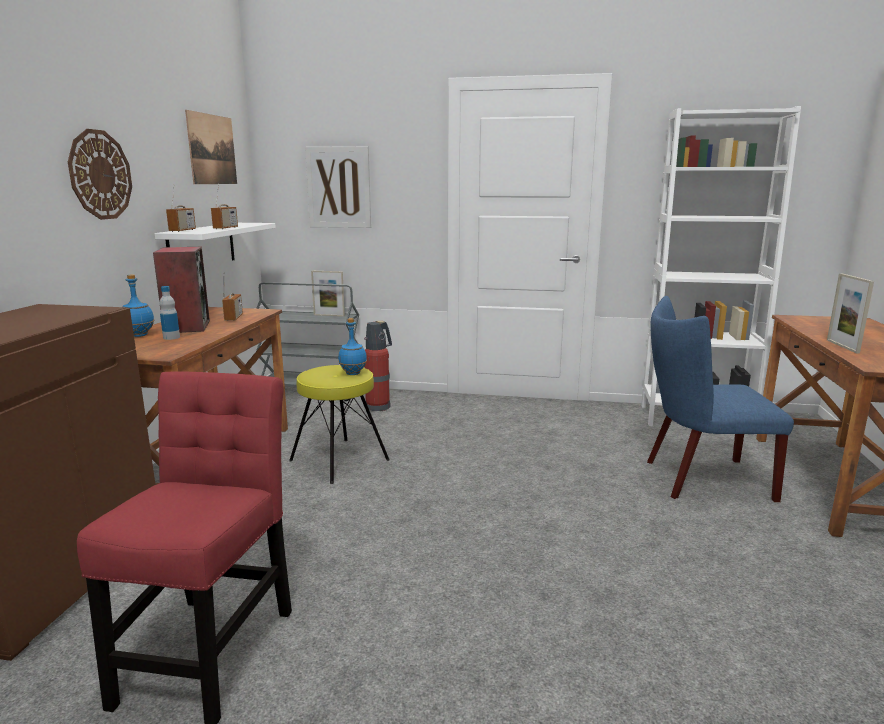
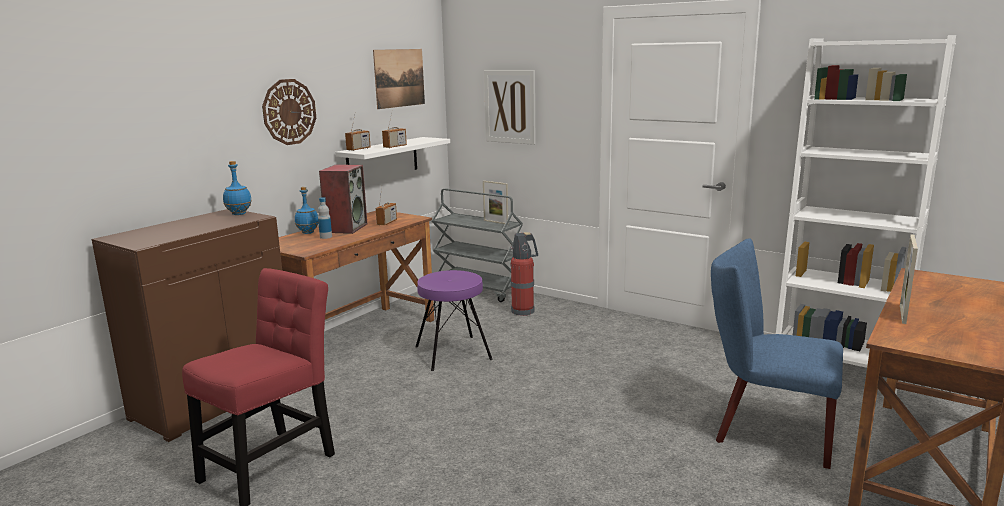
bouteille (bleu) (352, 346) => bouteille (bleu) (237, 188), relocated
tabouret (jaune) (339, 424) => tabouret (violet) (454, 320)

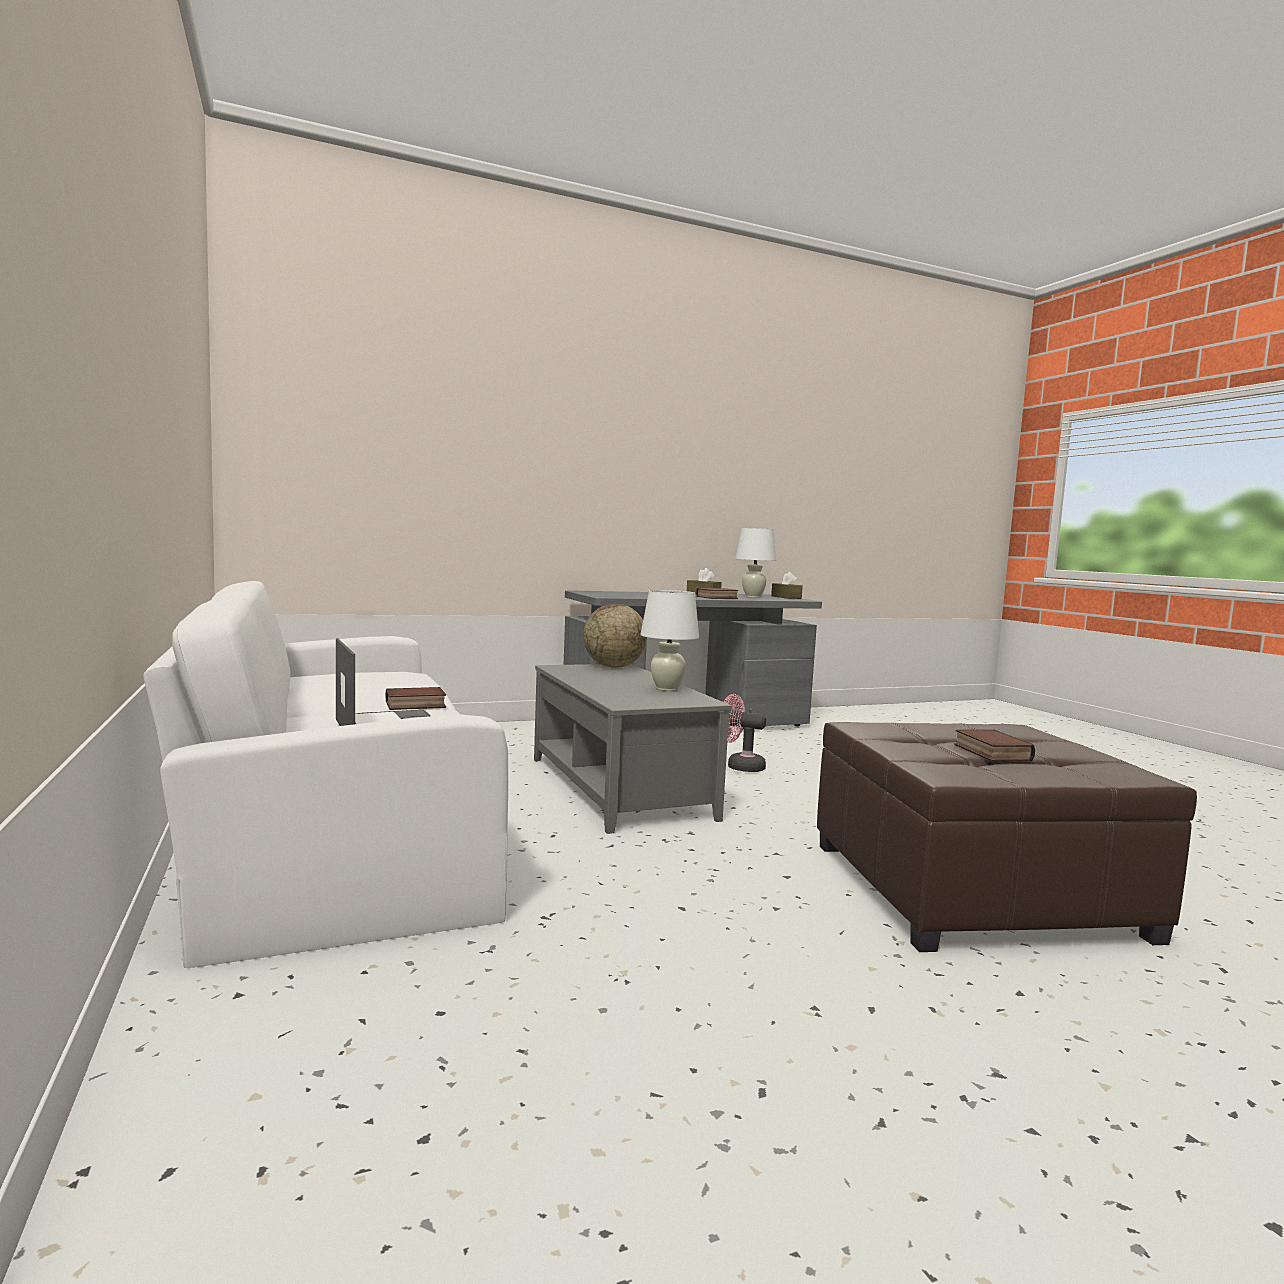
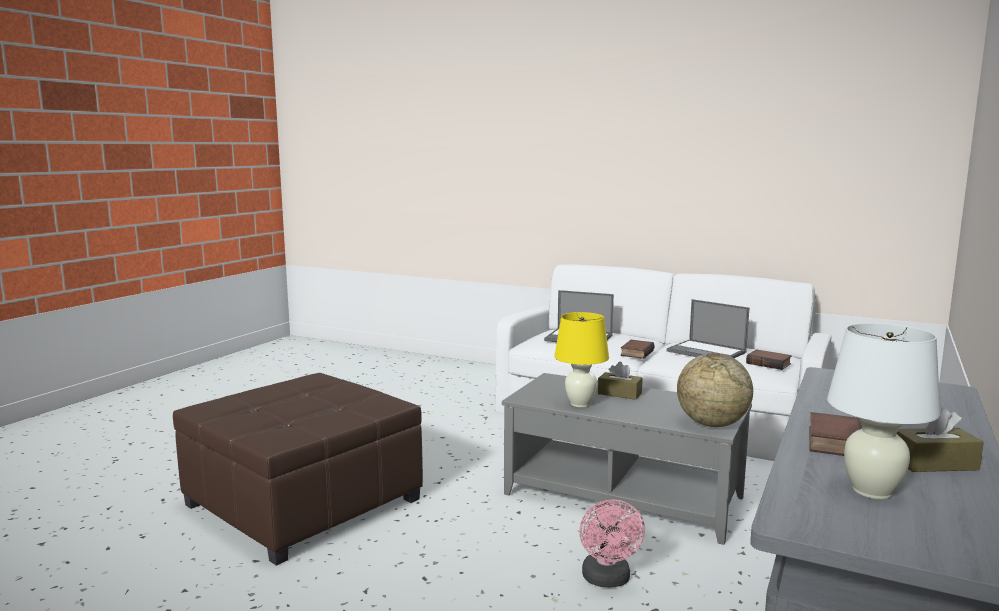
lampe de table (blanc) (669, 640) => lampe de table (jaune) (581, 359)
ventilateur (rose) (745, 733) => ventilateur (rose) (612, 543), 105 degrees clockwise
boîte à mouchoirs (marron) (787, 585) => boîte à mouchoirs (marron) (620, 381), relocated
nothing => ordinateur portable (708, 328)
livre (994, 746) => livre (769, 359), relocated

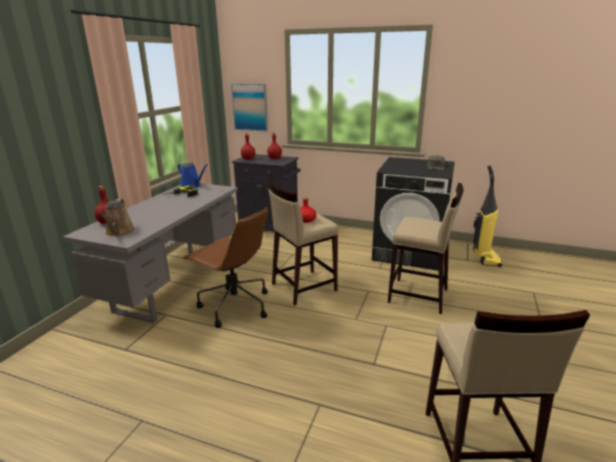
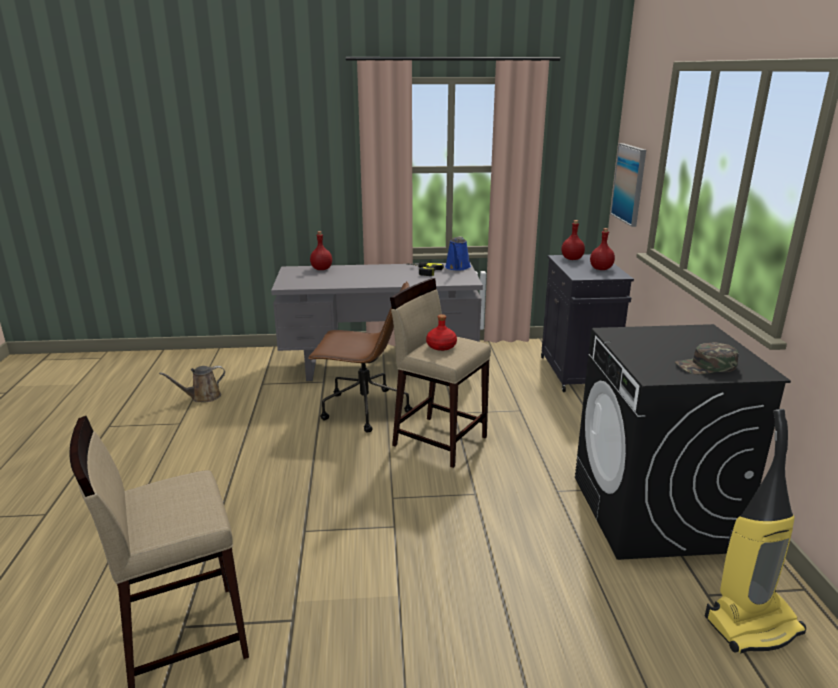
arrosoir (marron) (116, 217) => arrosoir (marron) (192, 384), relocated
chaise de bureau (marron) (225, 267) => chaise de bureau (marron) (360, 357), 90 degrees counterclockwise
tabouret (beige) (425, 248) => nothing

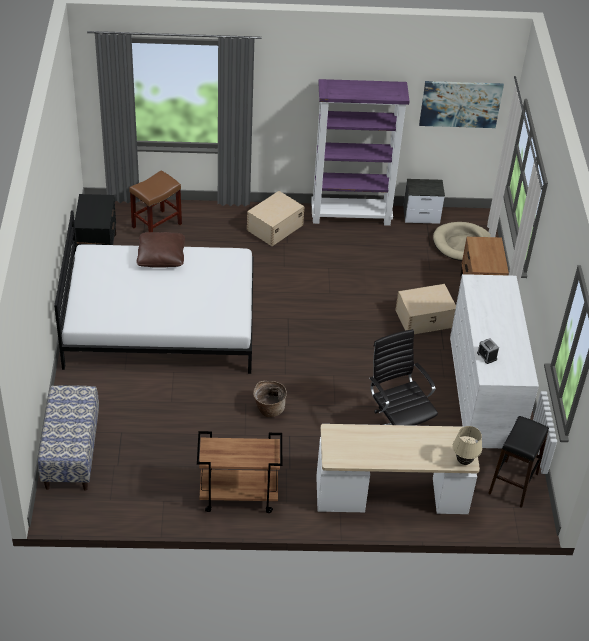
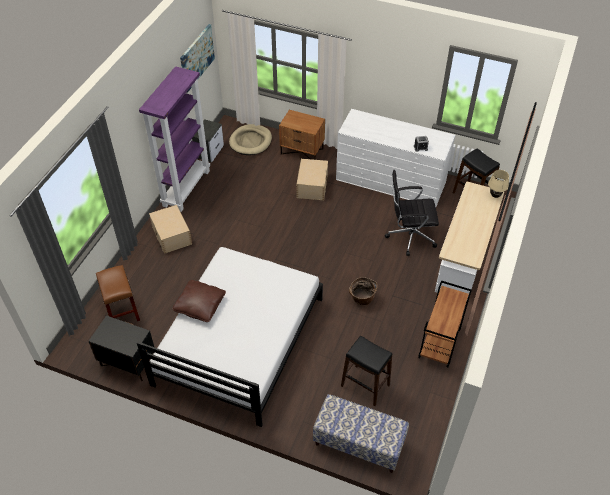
nothing => tabouret (noir) (366, 371)

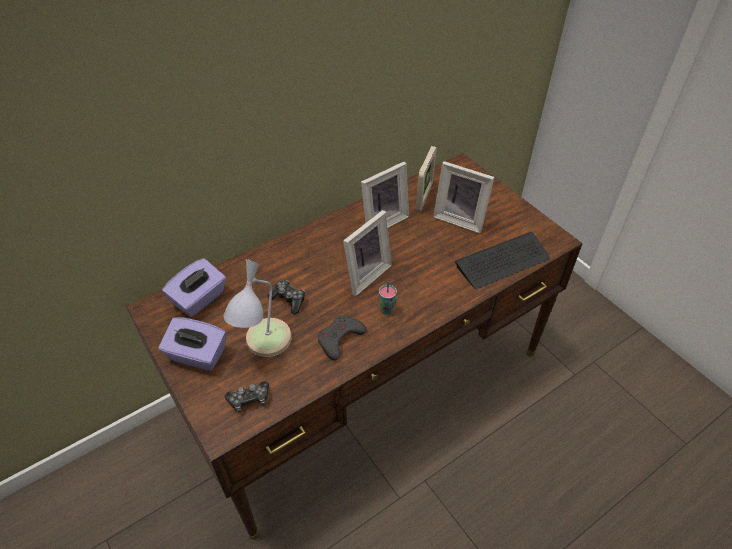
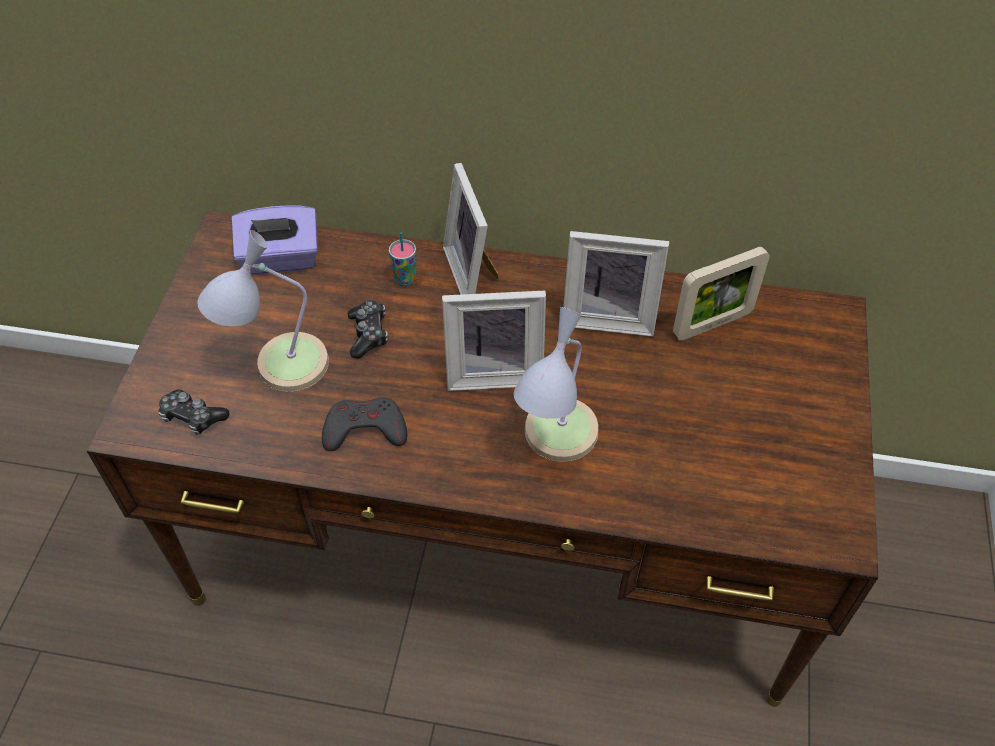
tasse (388, 297) => tasse (402, 259), relocated
cadre photo (463, 197) => cadre photo (470, 229), relocated
nothing => lampe de table (556, 384)
boîte à mouchoirs (violet) (192, 344) => nothing
clavier (502, 260) => nothing

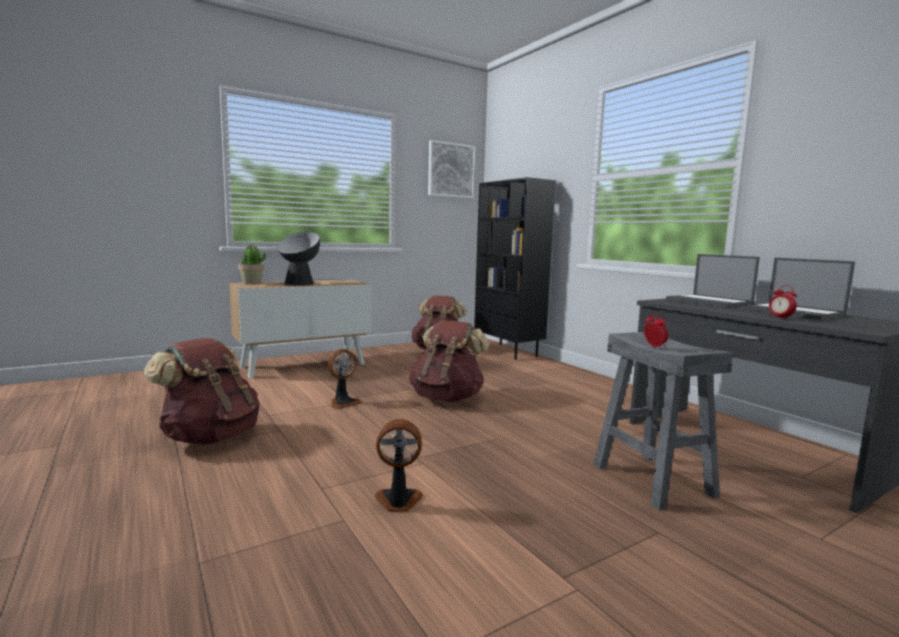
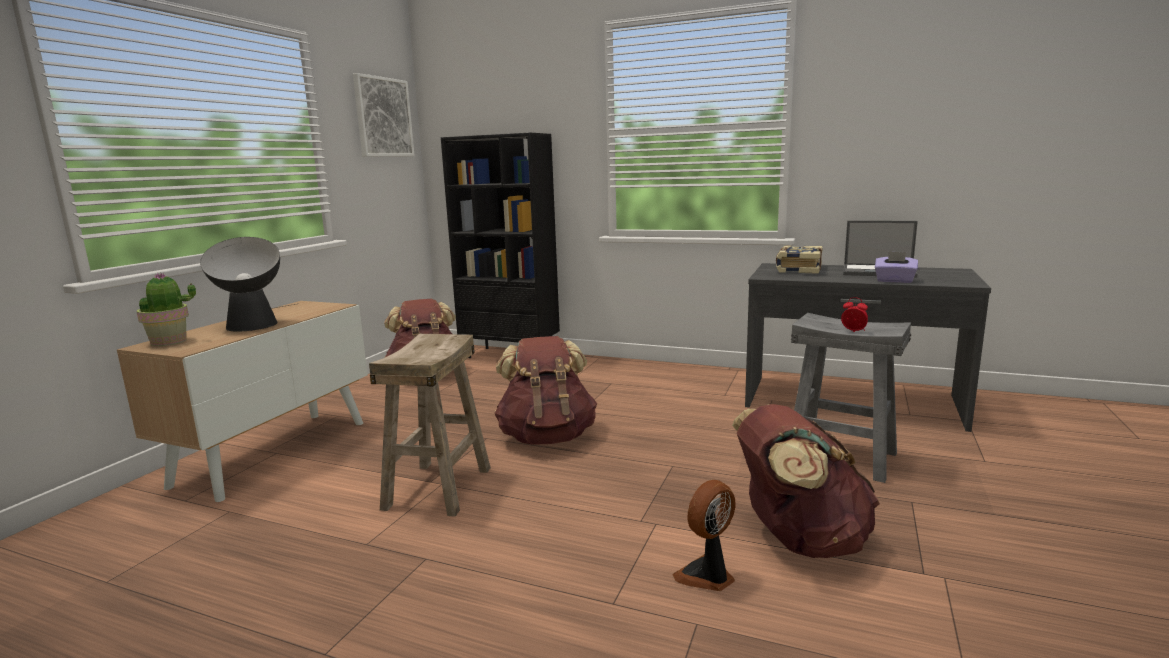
ventilateur (345, 379) => tabouret (beige) (430, 425)
sac à dos (marron) (202, 391) => sac à dos (marron) (806, 481), relocated
ordinateur portable (713, 281) => livre (799, 259)
réveil (783, 302) => boîte à mouchoirs (violet) (896, 267)

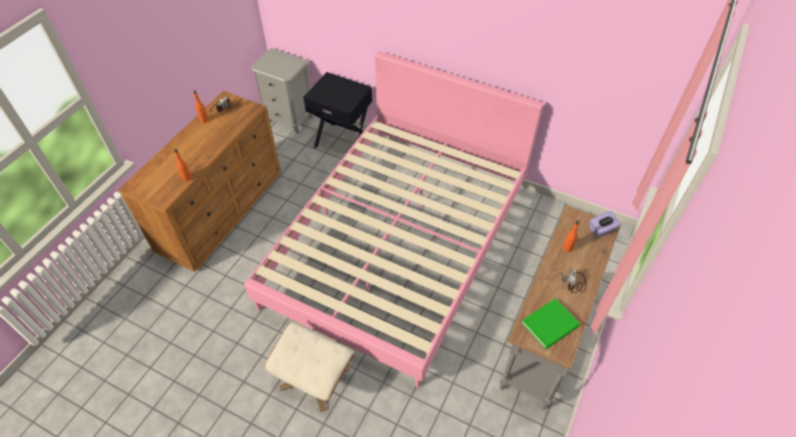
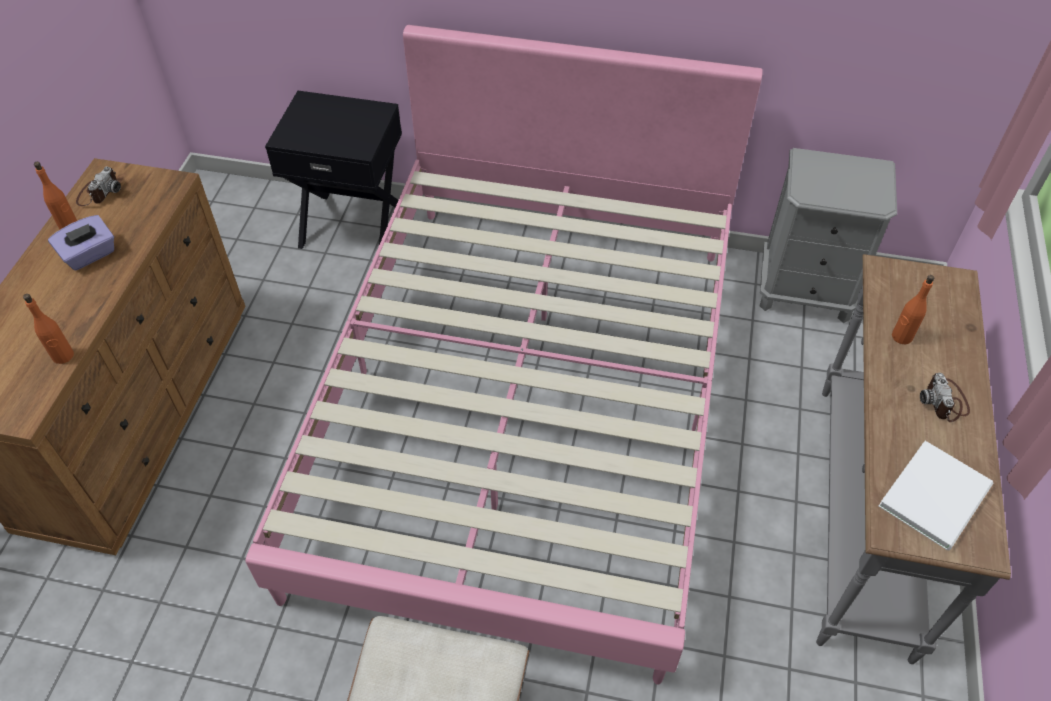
boîte à mouchoirs (violet) (605, 224) => boîte à mouchoirs (violet) (81, 243), relocated
table de chevet (gris) (282, 91) => table de chevet (gris) (828, 235), relocated
livre (vert) (550, 323) => livre (blanc) (936, 495)

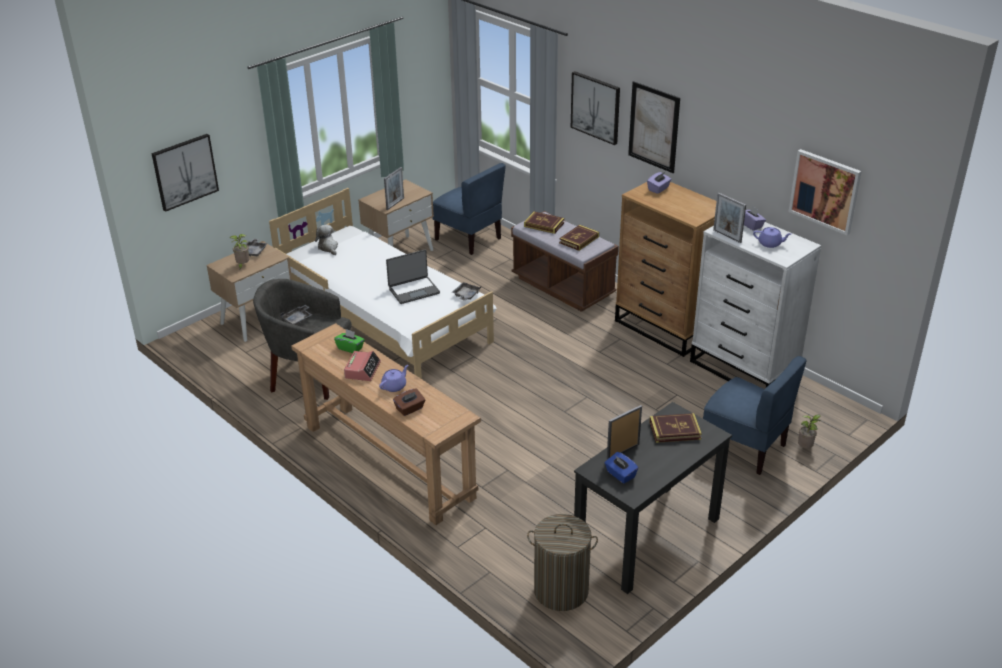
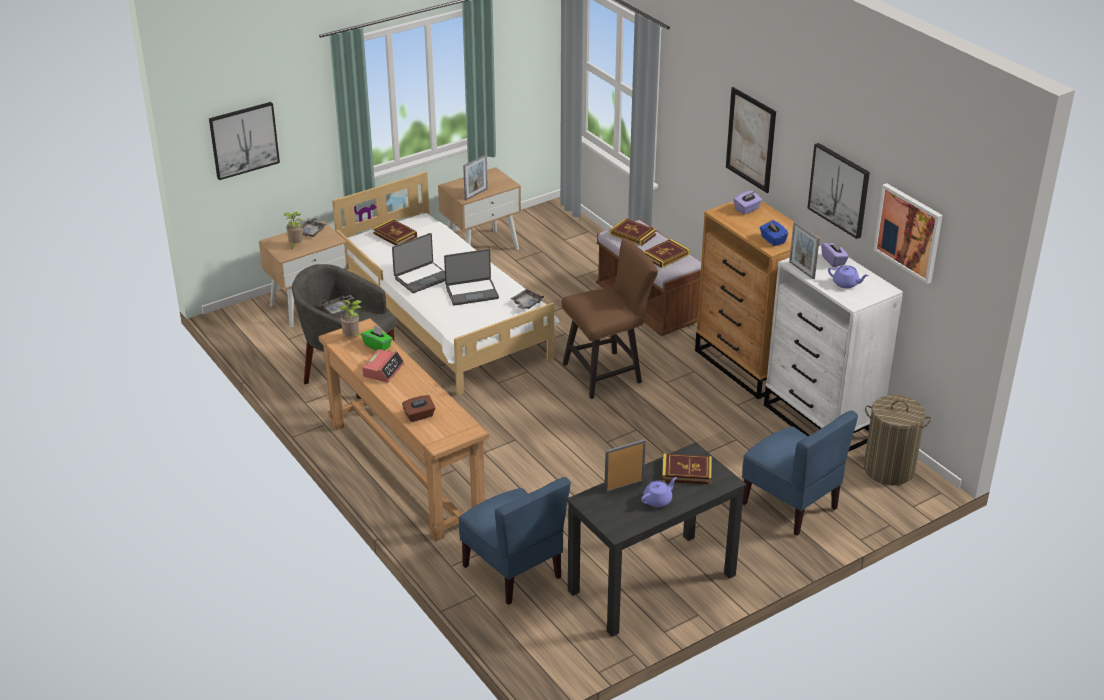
plante en pot (809, 431) => plante en pot (351, 318), relocated
peluche (326, 240) => livre (395, 232)
nothing => ordinateur portable (418, 263)
chaise (bleu) (469, 209) => chaise (bleu) (515, 541), relocated
nothing => chaise (marron) (610, 318)
théière (violet) (393, 378) => théière (violet) (659, 492), relocated
boîte à mouchoirs (bleu) (621, 468) => boîte à mouchoirs (bleu) (774, 233), relocated
tableau (595, 108) => tableau (838, 191), relocated
panier à linge (562, 562) => panier à linge (897, 440), relocated

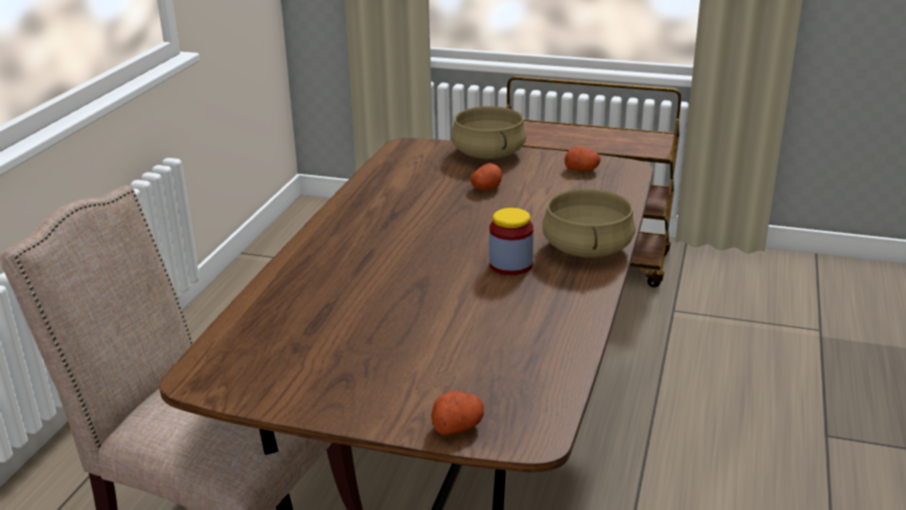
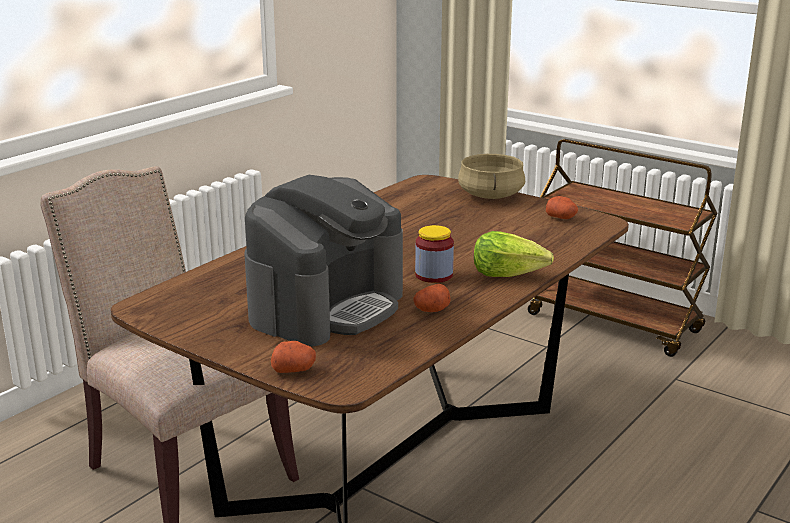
nothing => machine à café (323, 261)
pomme de terre (486, 176) => pomme de terre (432, 298), relocated
marmite (beige) (589, 223) => laitue (514, 254)

